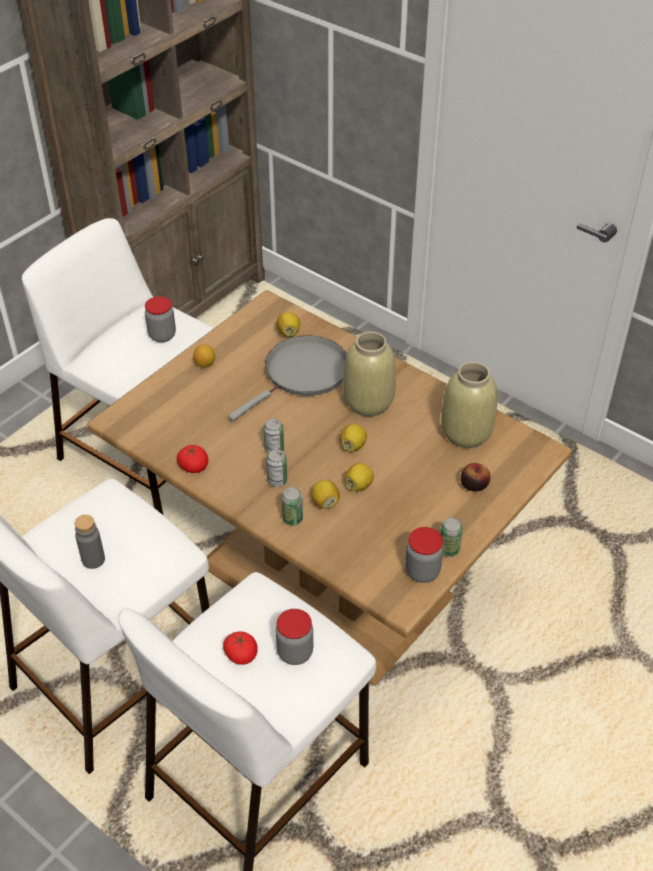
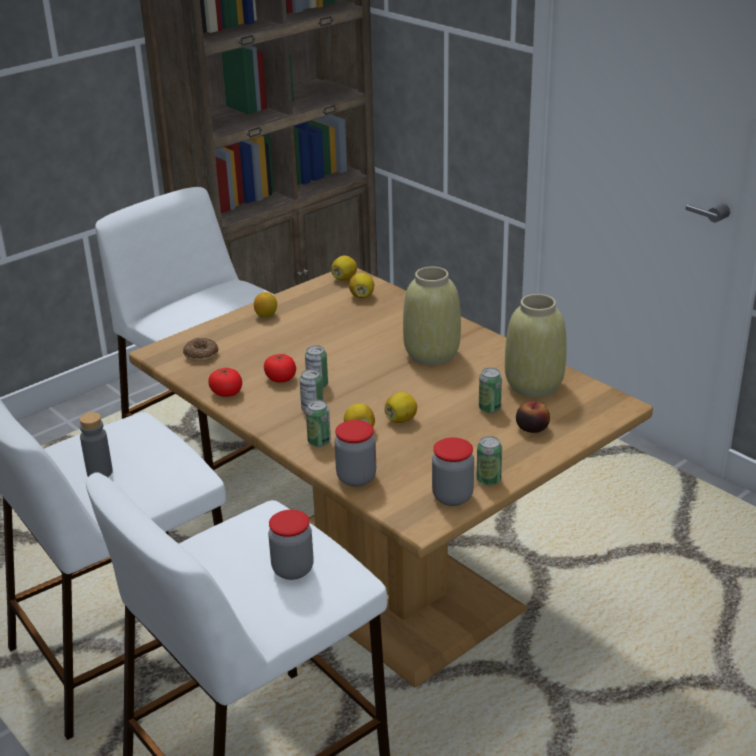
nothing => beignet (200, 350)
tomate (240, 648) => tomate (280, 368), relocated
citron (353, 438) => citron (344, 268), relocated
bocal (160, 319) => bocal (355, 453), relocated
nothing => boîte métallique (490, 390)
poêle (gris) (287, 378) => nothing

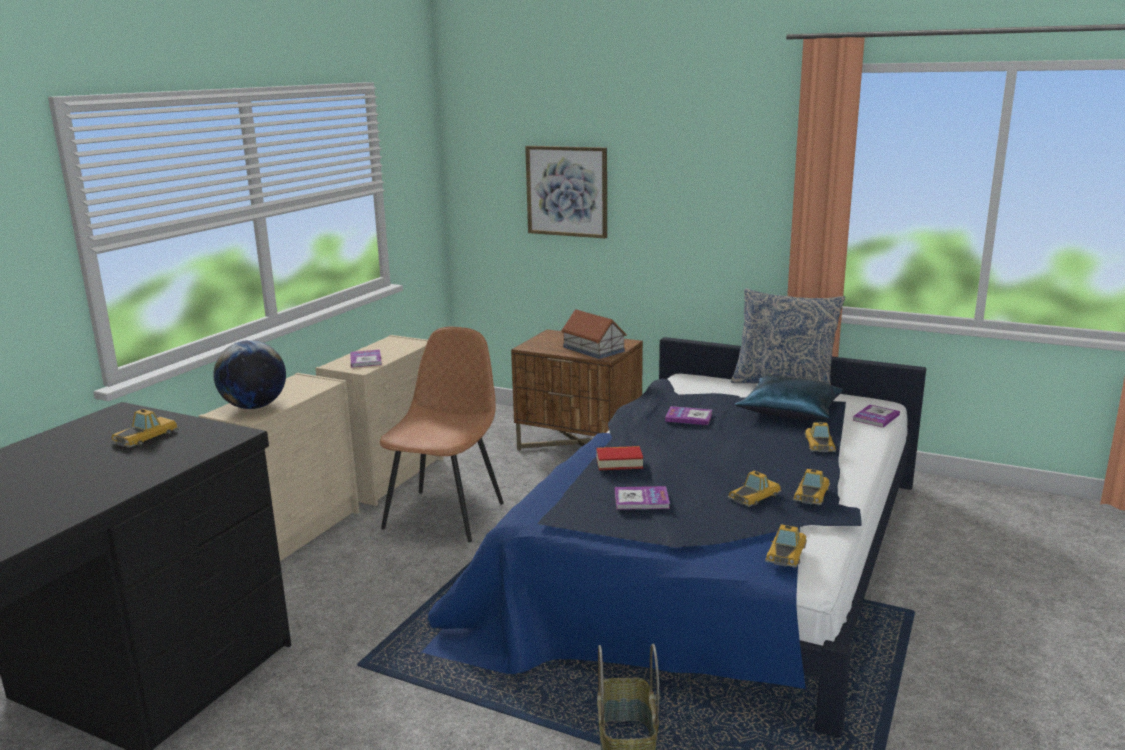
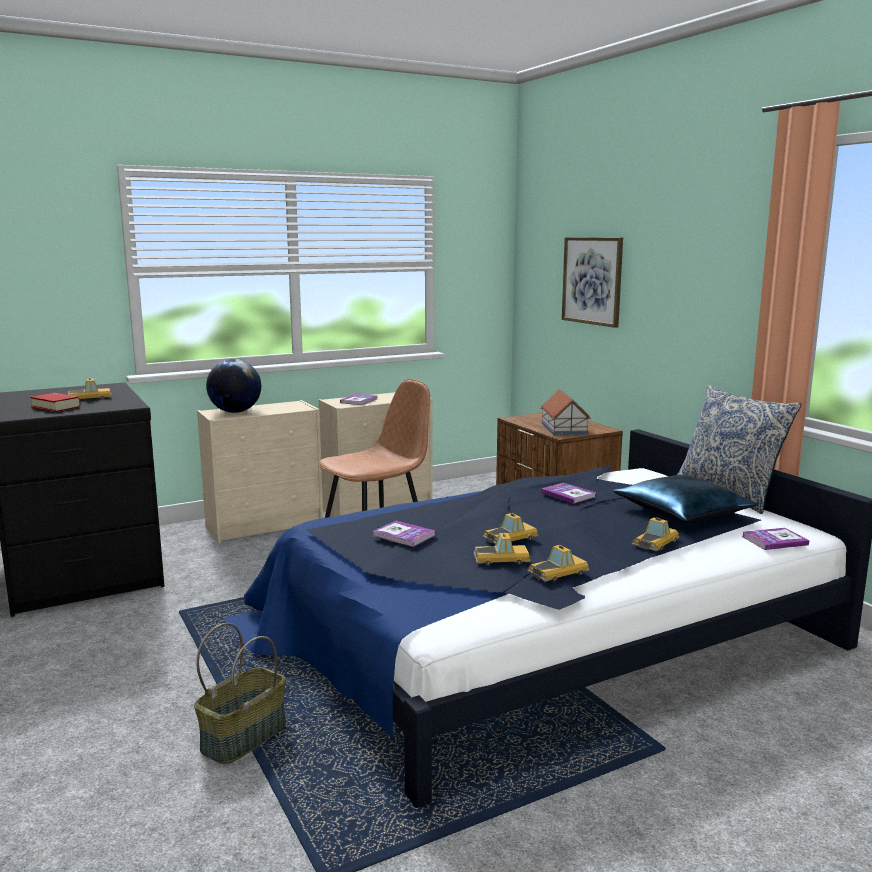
livre (619, 458) => livre (55, 402), relocated
petite voiture (786, 546) => petite voiture (510, 528), relocated

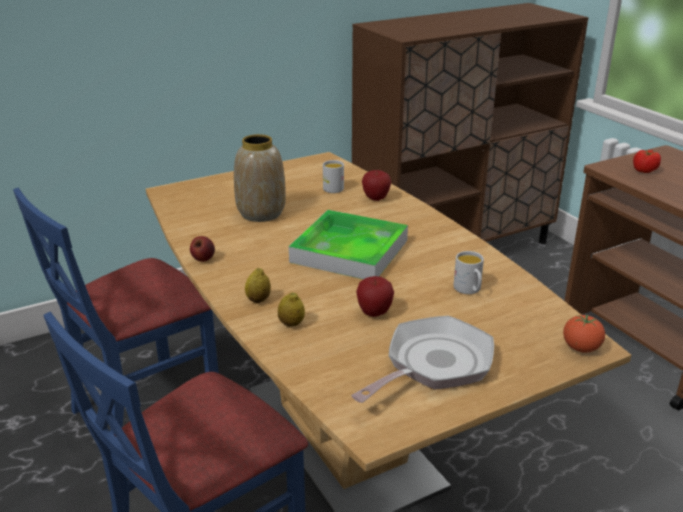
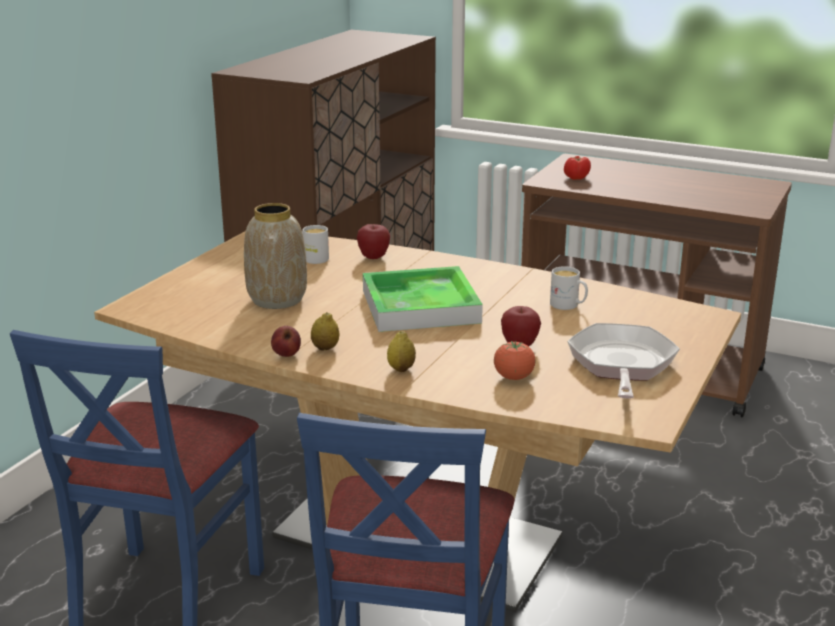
citron (291, 309) => citron (325, 331), relocated
tomate (584, 333) => tomate (515, 360), relocated

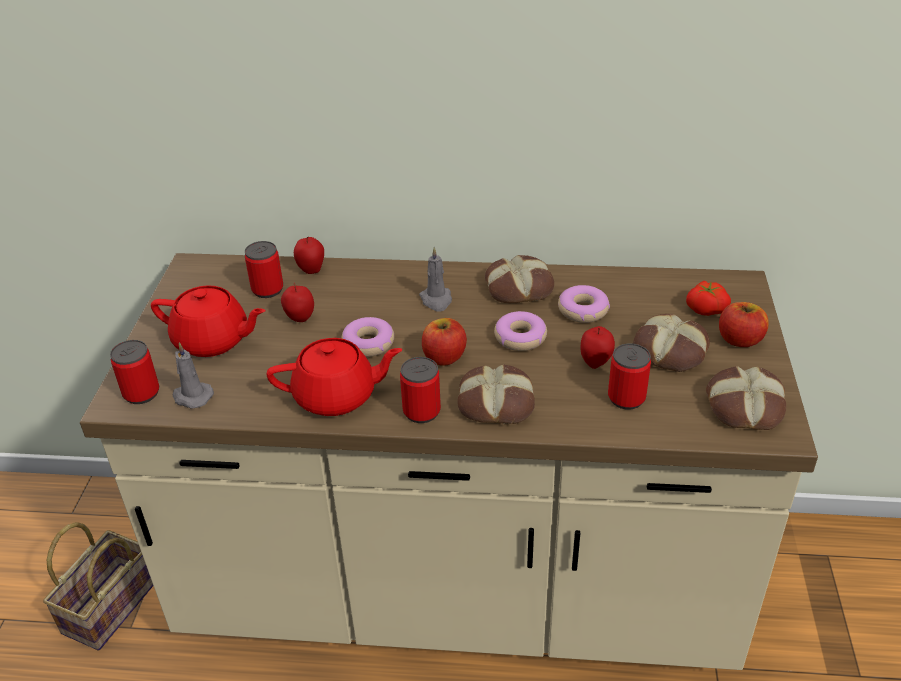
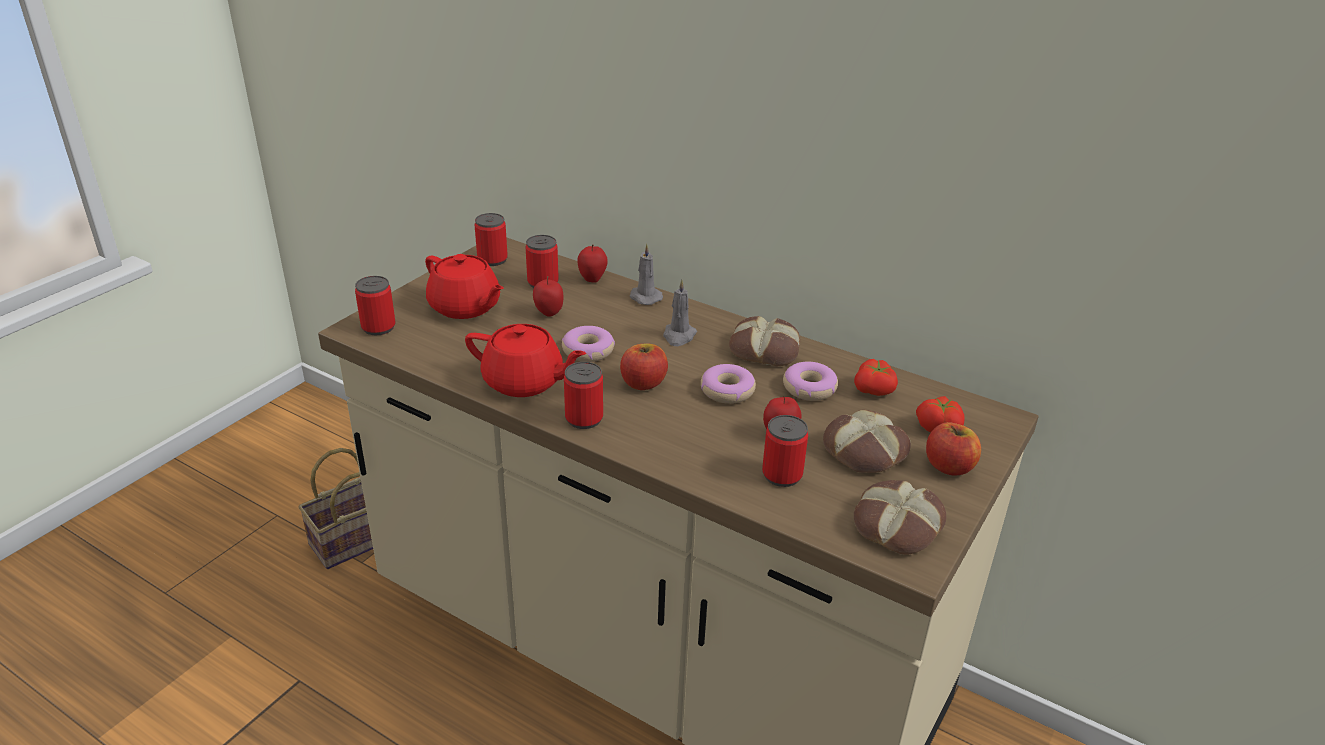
nothing => boîte métallique (491, 239)
bougie (gris) (193, 375) => bougie (gris) (646, 274), relocated
nothing => tomate (876, 377)
pain (496, 394) => nothing

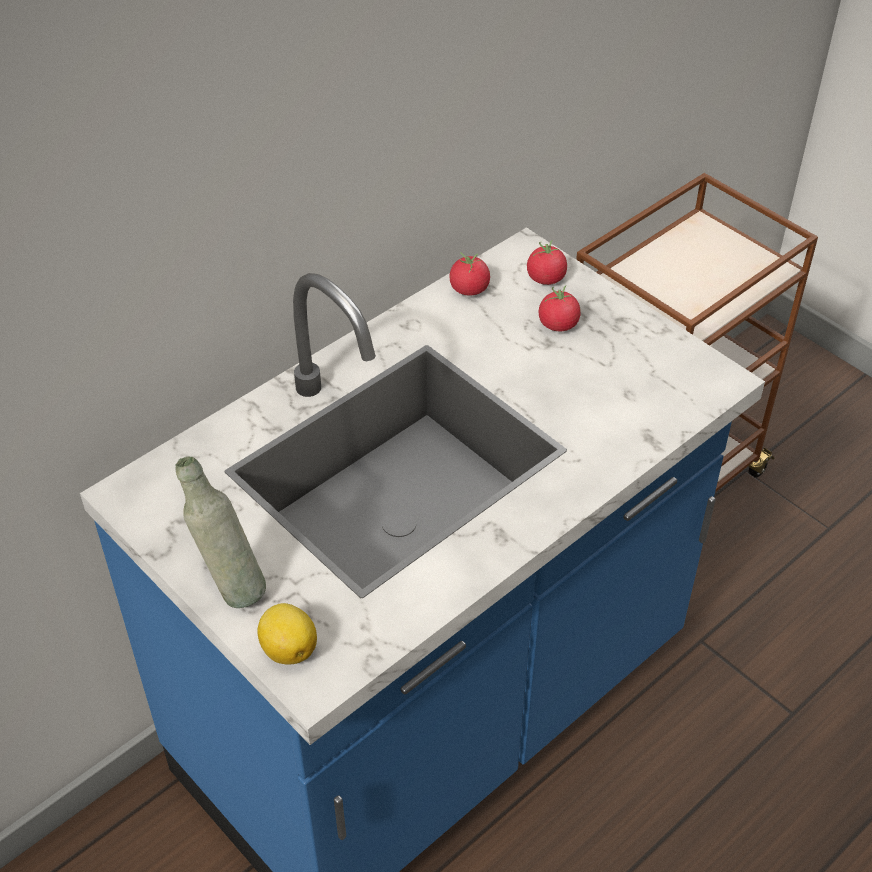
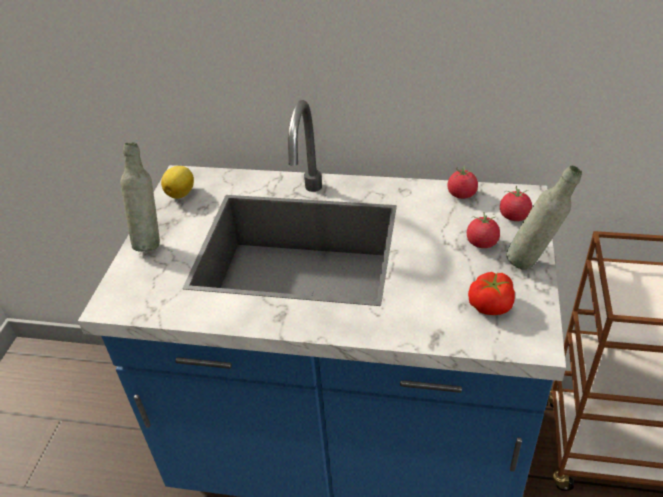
citron (287, 634) => citron (177, 182), relocated
nothing => tomate (491, 293)
nothing => bouteille (gris) (544, 218)

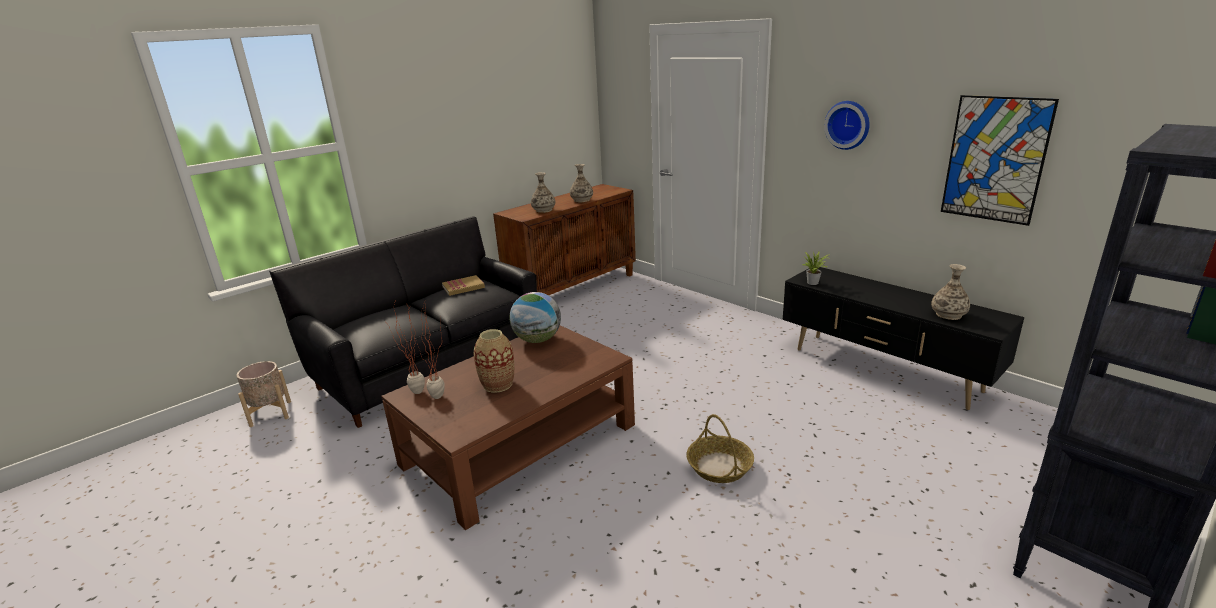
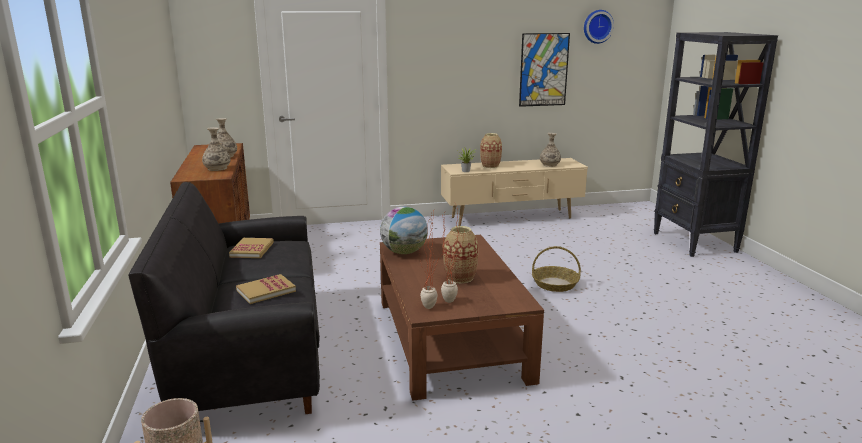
nothing => livre (266, 289)
meuble télé (noir) (903, 338) => meuble télé (beige) (514, 192)
nothing => vase (491, 150)
horloge murale (847, 125) => horloge murale (599, 27), relocated

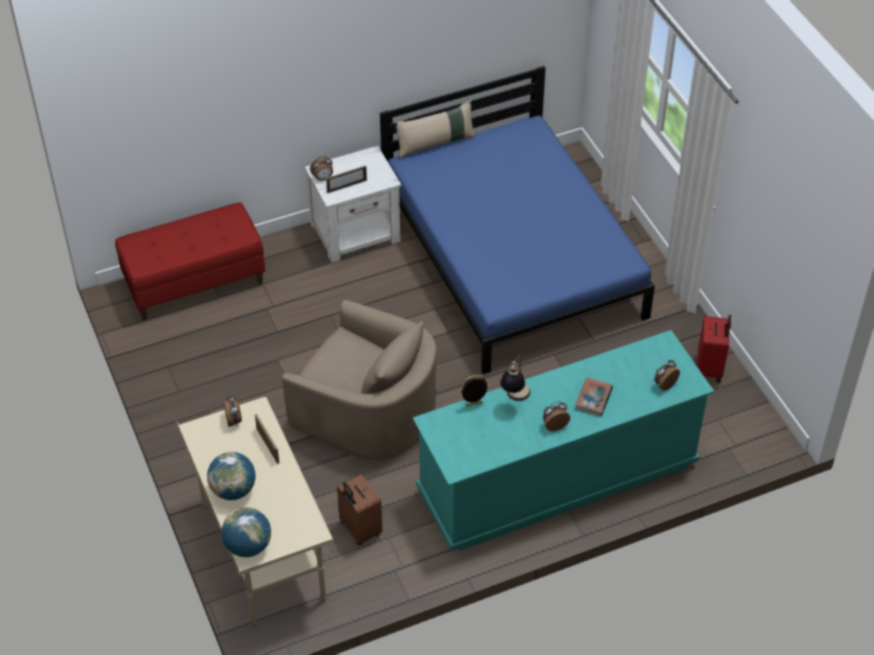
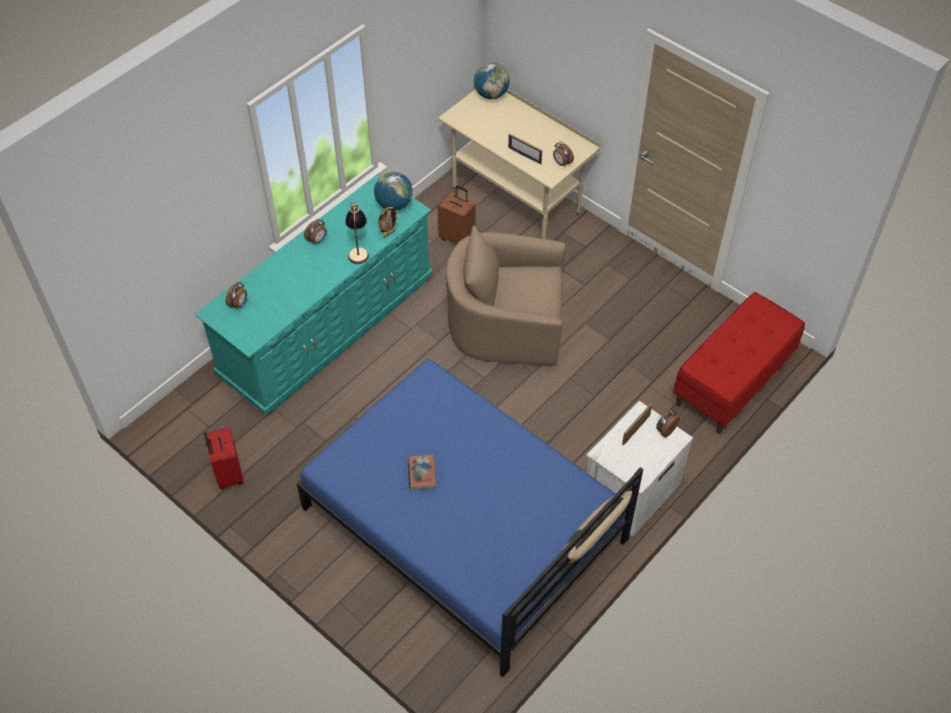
globe (231, 476) => globe (393, 190), relocated
livre (594, 396) => livre (422, 472), relocated

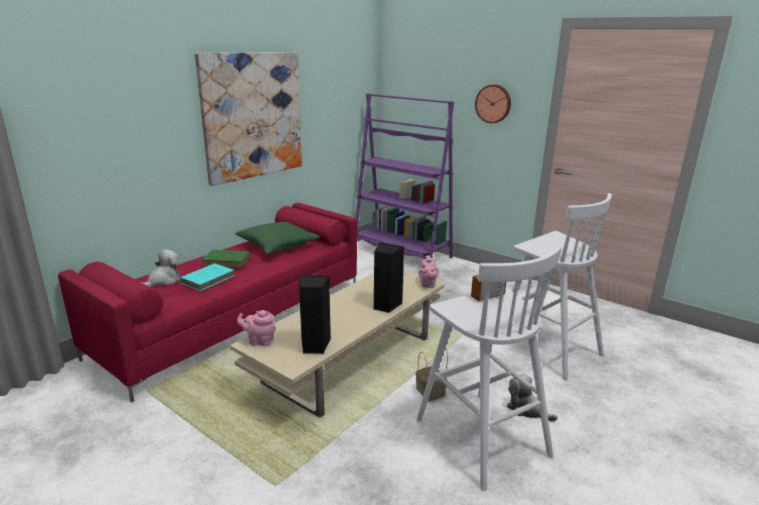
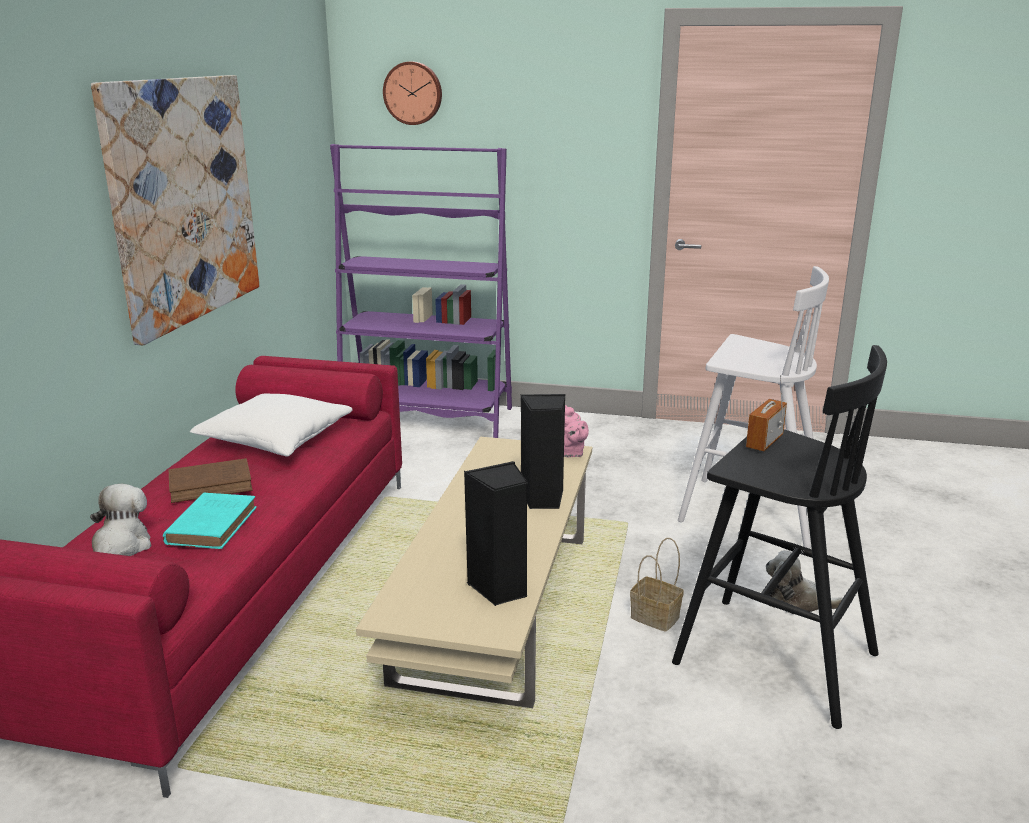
livre (vert) (226, 259) => livre (marron) (210, 480)
coussin (vert) (277, 238) => coussin (blanc) (271, 425)
horloge murale (493, 103) => horloge murale (412, 93), relocated
tabouret (blanc) (489, 368) => tabouret (noir) (779, 537)
théière (rose) (256, 328) => nothing

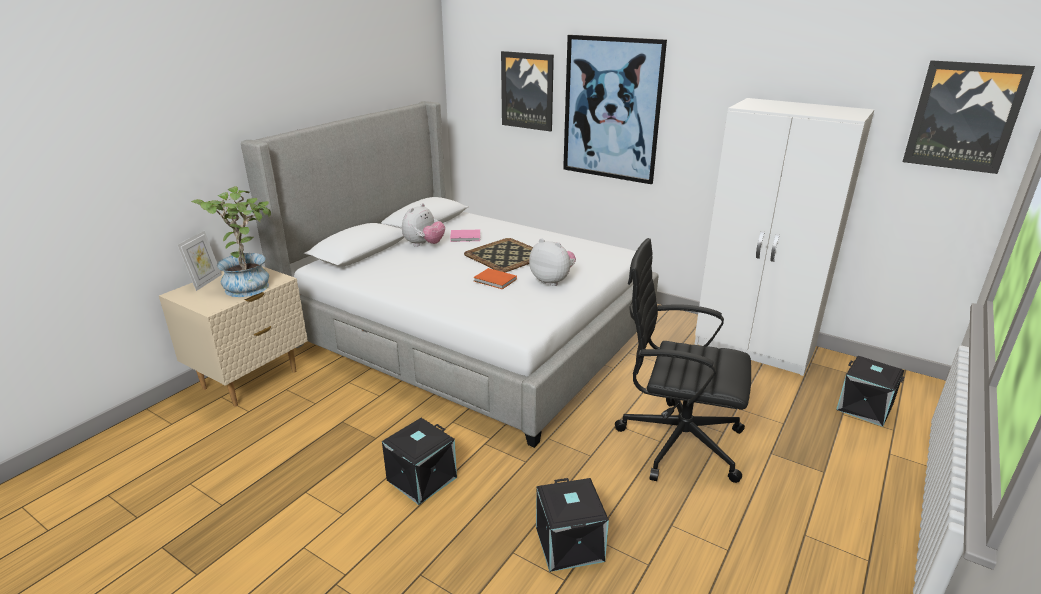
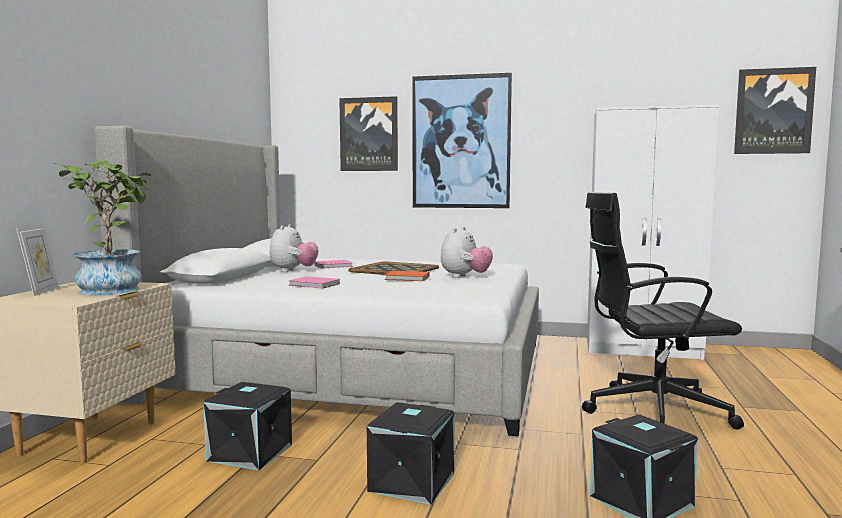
boîte de rangement (noir) (870, 391) => boîte de rangement (noir) (247, 426), relocated
nothing => livre (rose) (314, 282)
peluche (552, 262) => peluche (467, 252), 105 degrees clockwise

